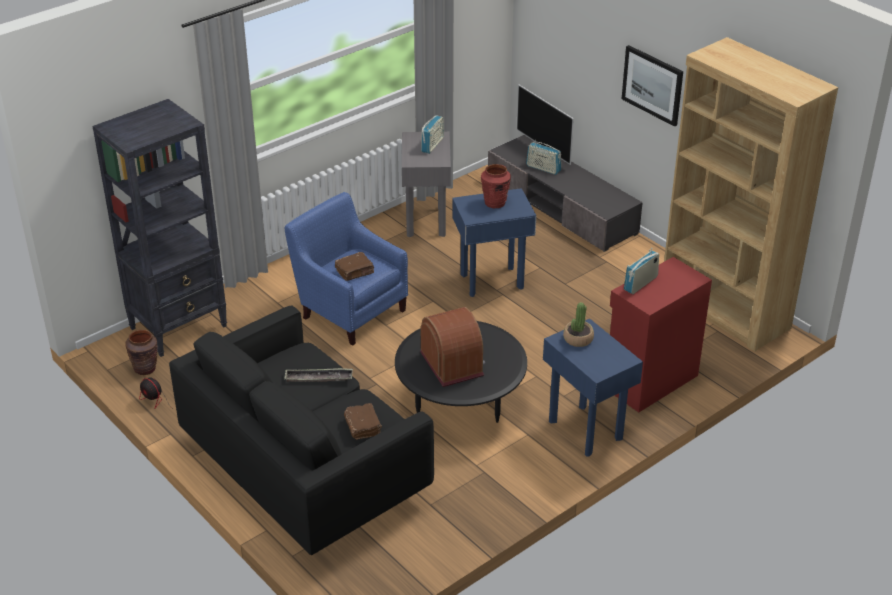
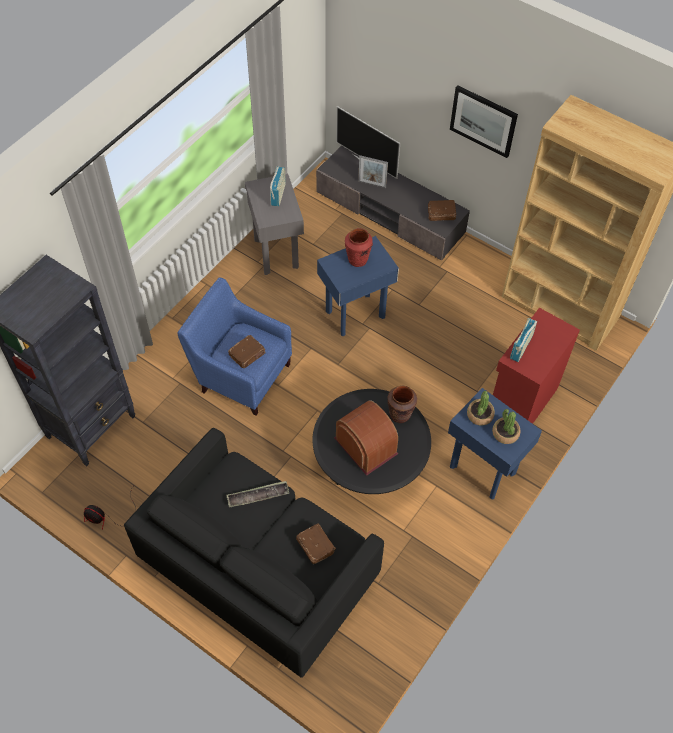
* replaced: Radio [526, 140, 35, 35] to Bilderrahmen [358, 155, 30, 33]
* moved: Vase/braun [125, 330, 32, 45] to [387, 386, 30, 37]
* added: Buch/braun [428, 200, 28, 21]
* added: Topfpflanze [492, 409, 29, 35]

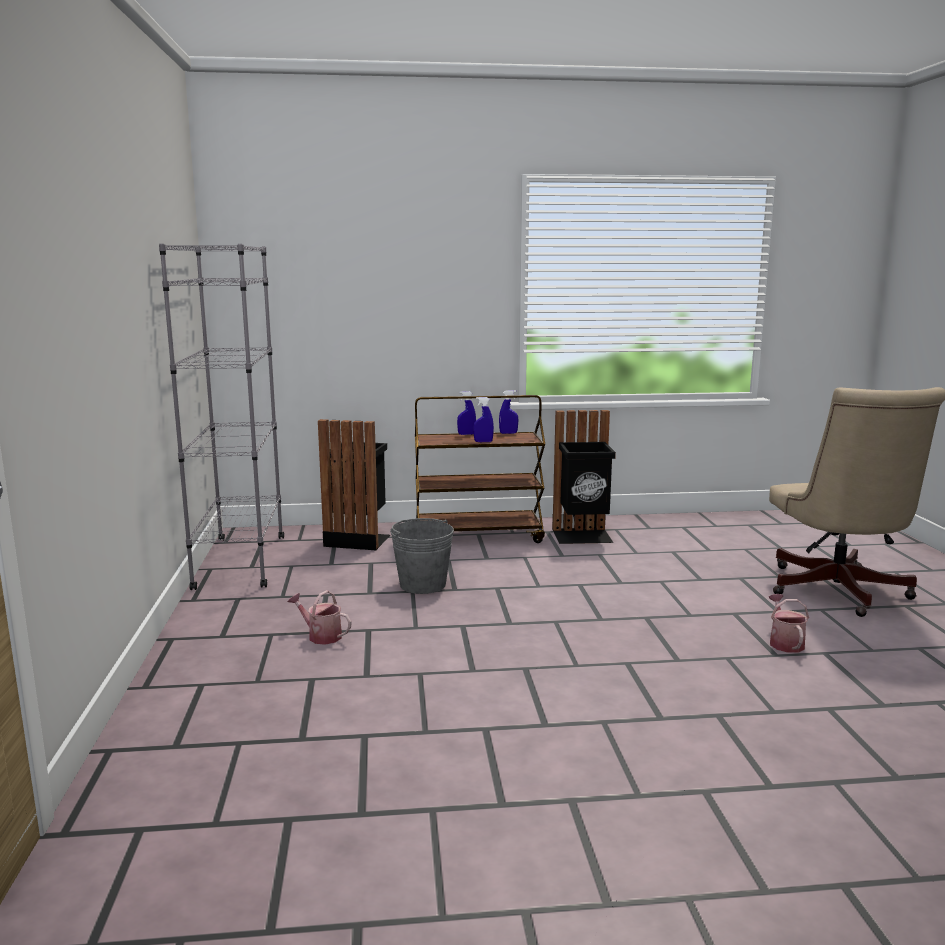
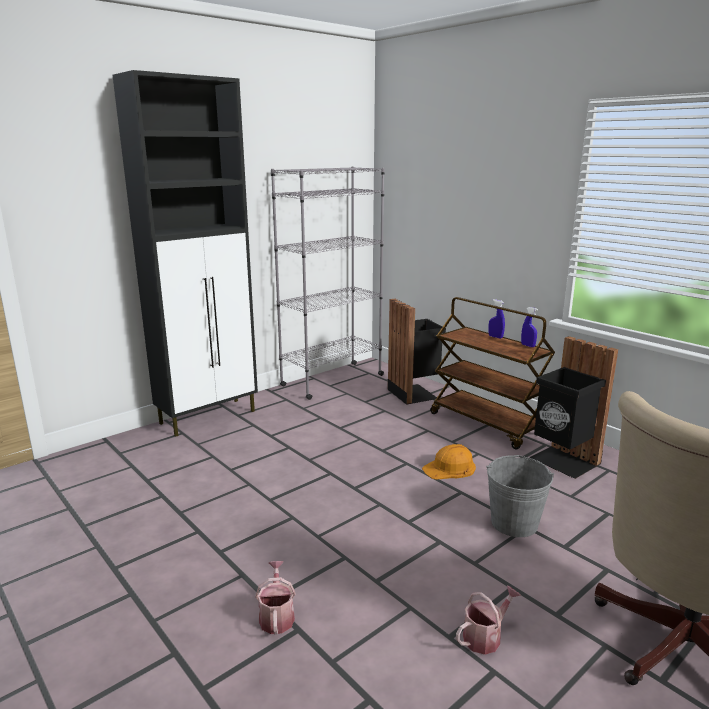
* removed: Sprühflasche/blau [473, 397, 21, 45]
* moved: Eimer/grau [390, 518, 64, 76] to [486, 455, 68, 82]
* moved: Gießkanne [288, 590, 63, 55] to [255, 561, 41, 74]
* added: Schrank/schwarz [112, 70, 146, 367]
* added: Schutzhelm/orange [422, 444, 54, 36]

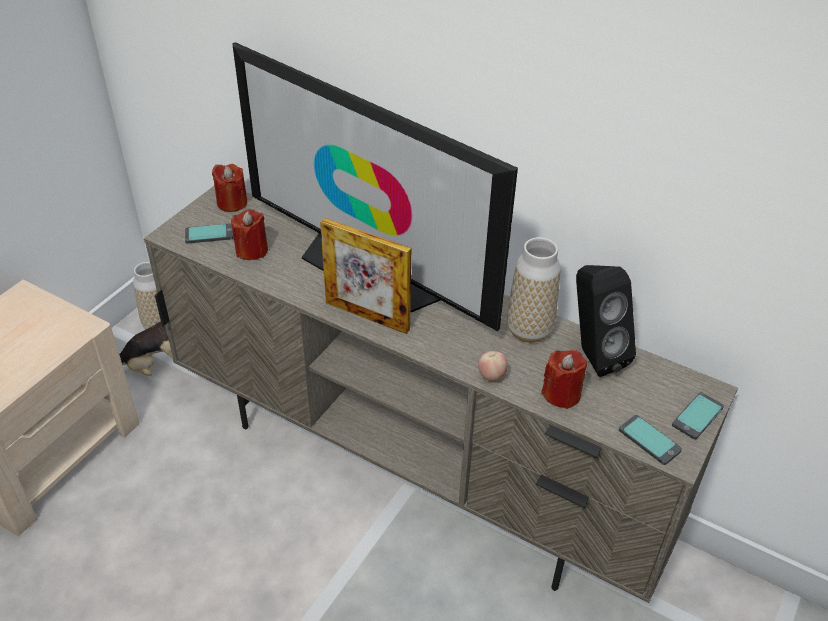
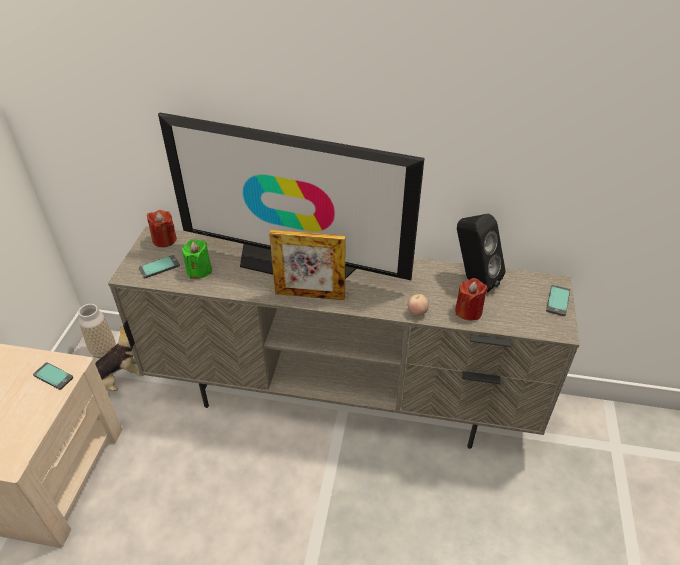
* recoloured: Kerze/rot [231, 209, 37, 51] to Kerze/grün [182, 239, 30, 40]
* removed: Vase [507, 237, 54, 106]
* moved: Handy [619, 415, 63, 50] to [33, 362, 40, 28]

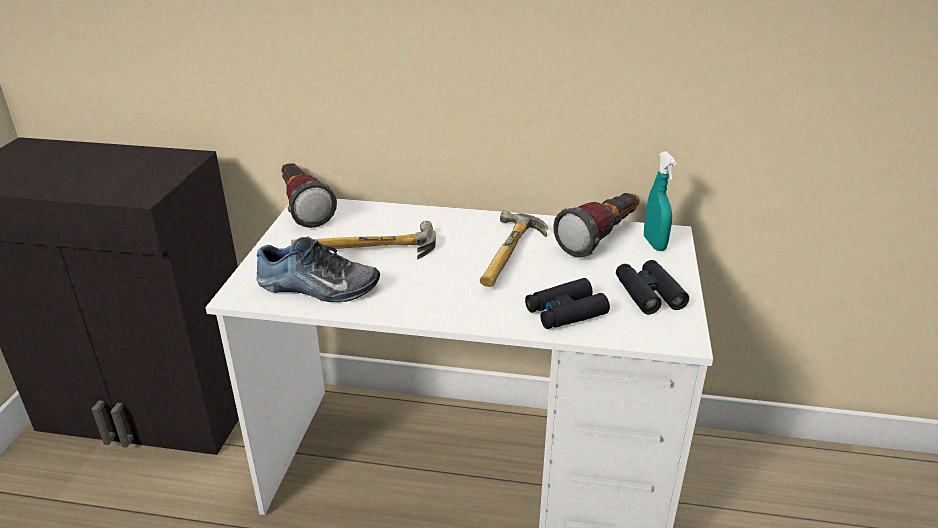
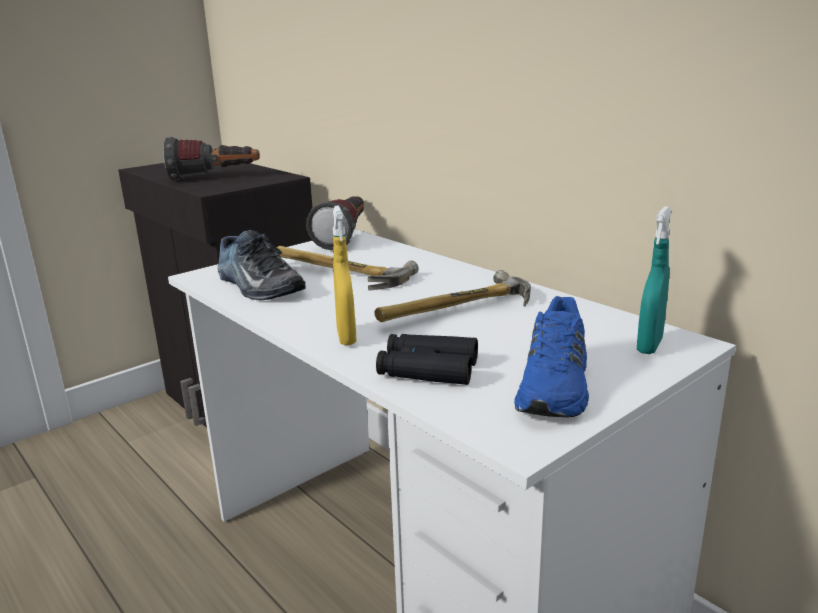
* moved: Taschenlampe [553, 193, 86, 65] to [163, 137, 97, 43]
* replaced: Fernglas/schwarz [616, 260, 73, 55] to Schuh/blau [514, 296, 75, 122]
* added: Sprühflasche/gelb [333, 205, 24, 140]

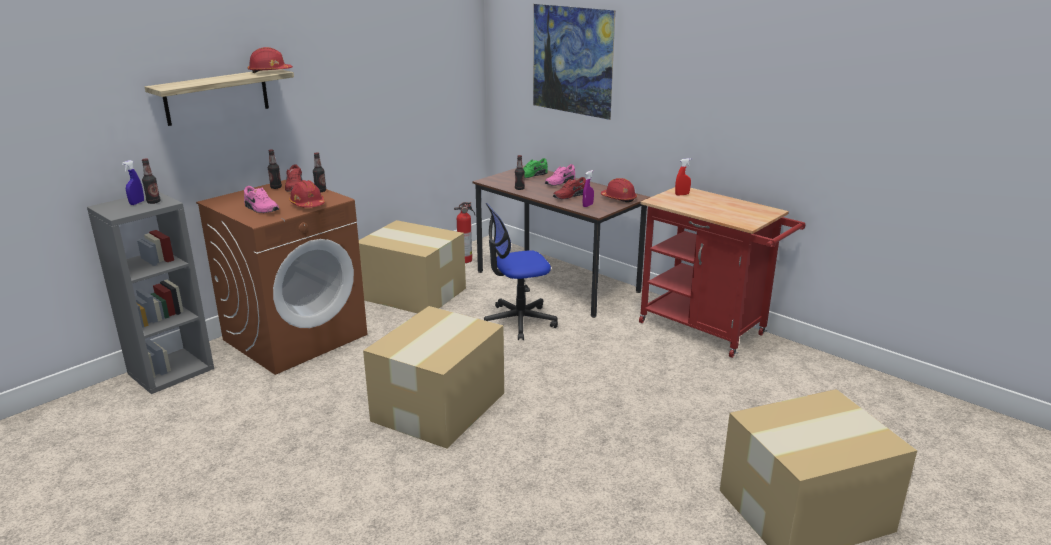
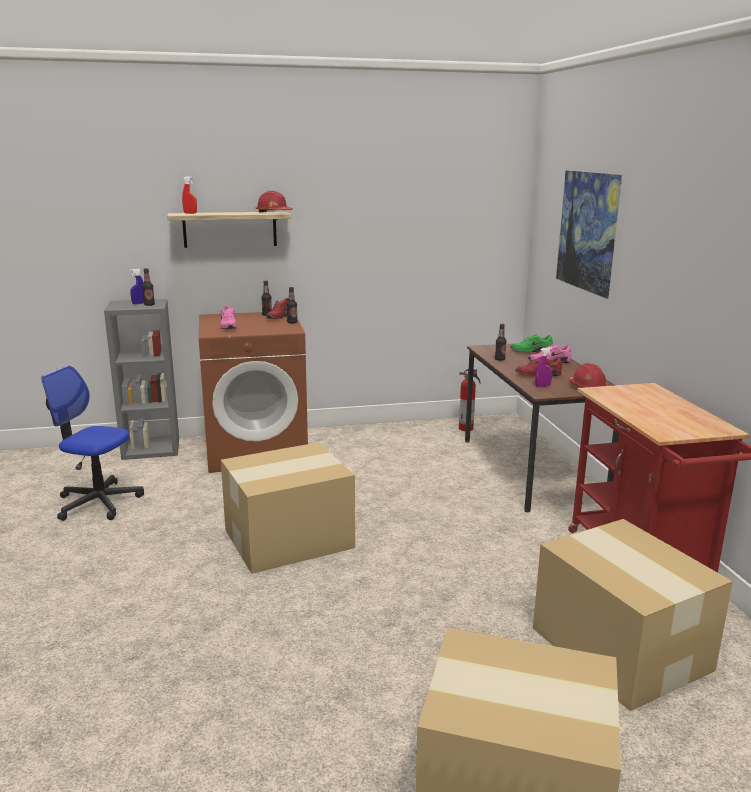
* moved: Sprühflasche/rot [675, 158, 16, 38] to [182, 176, 15, 38]
* removed: Schutzhelm/rot [289, 180, 36, 28]
* moved: Bürostuhl [484, 203, 74, 137] to [41, 366, 103, 155]
* moved: Karton [359, 220, 107, 93] to [533, 519, 200, 192]

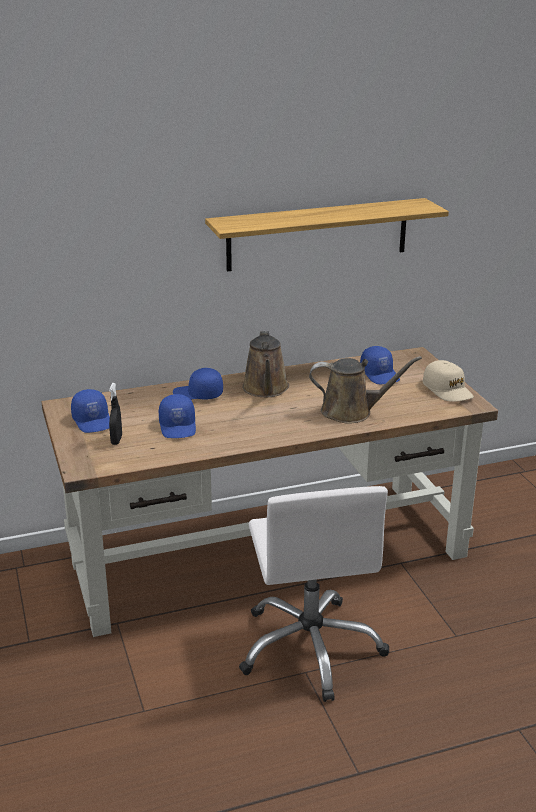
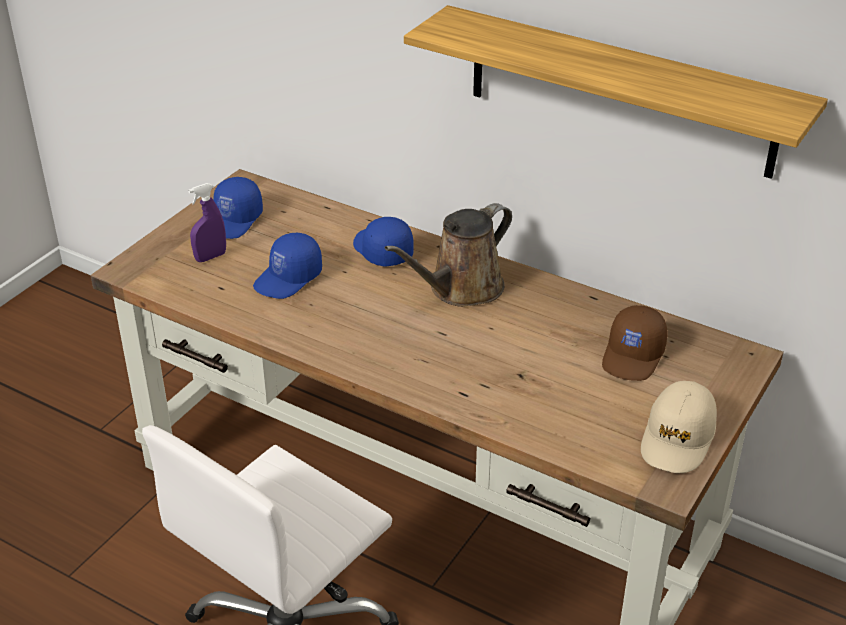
* recoloured: Kappe/blau [360, 346, 40, 38] to Kappe/braun [602, 305, 65, 76]
* removed: Gießkanne/braun [309, 356, 113, 67]
* recoloured: Sprühflasche/schwarz [109, 383, 13, 62] to Sprühflasche/lila [188, 183, 38, 79]

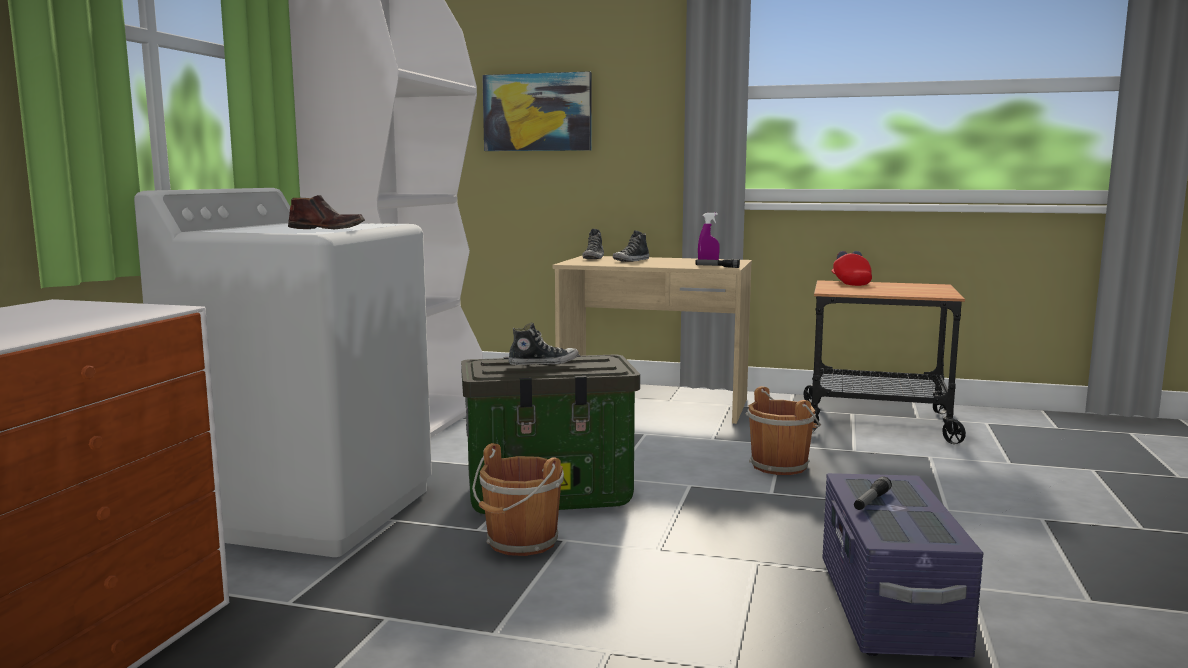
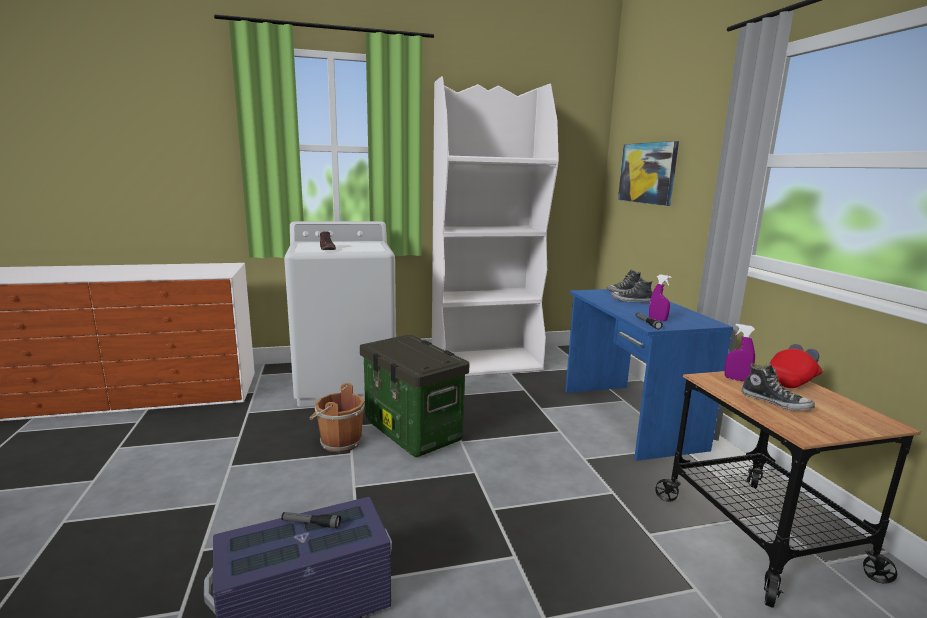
* recoloured: Schreibtisch/beige [553, 256, 199, 168] to Schreibtisch/blau [565, 289, 168, 172]
* moved: Schuh [508, 323, 71, 42] to [742, 363, 73, 47]
* removed: Eimer/braun [746, 386, 75, 89]
* added: Sprühflasche/lila [725, 324, 30, 58]

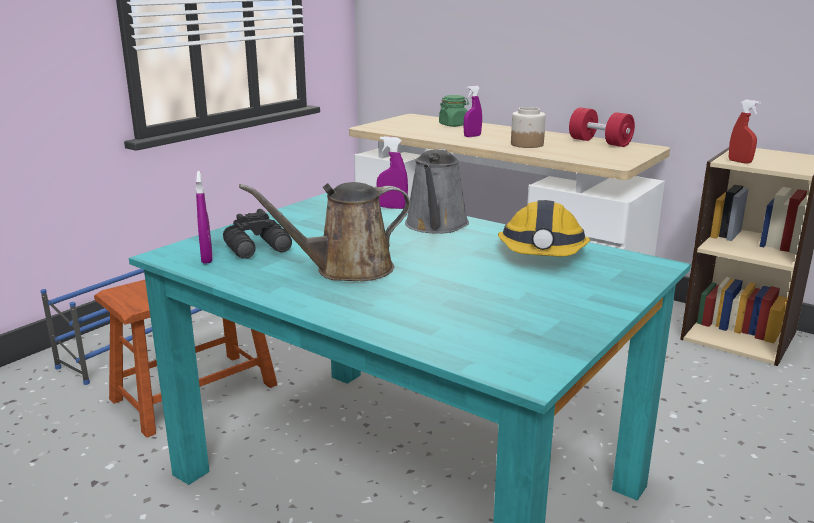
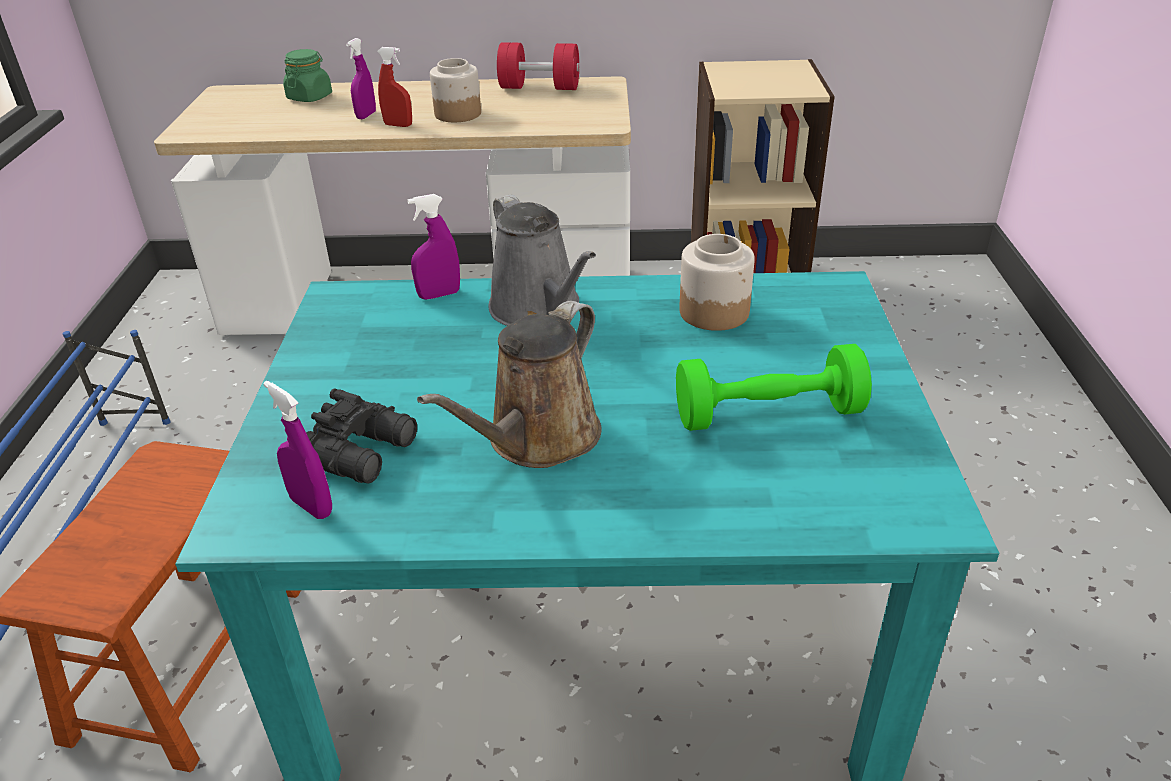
* moved: Sprühflasche/rot [729, 100, 32, 63] to [377, 47, 35, 80]
* replaced: Schutzhelm [498, 200, 92, 57] to Vorratsglas [679, 234, 76, 97]
* added: Hantel/grün [676, 344, 196, 87]

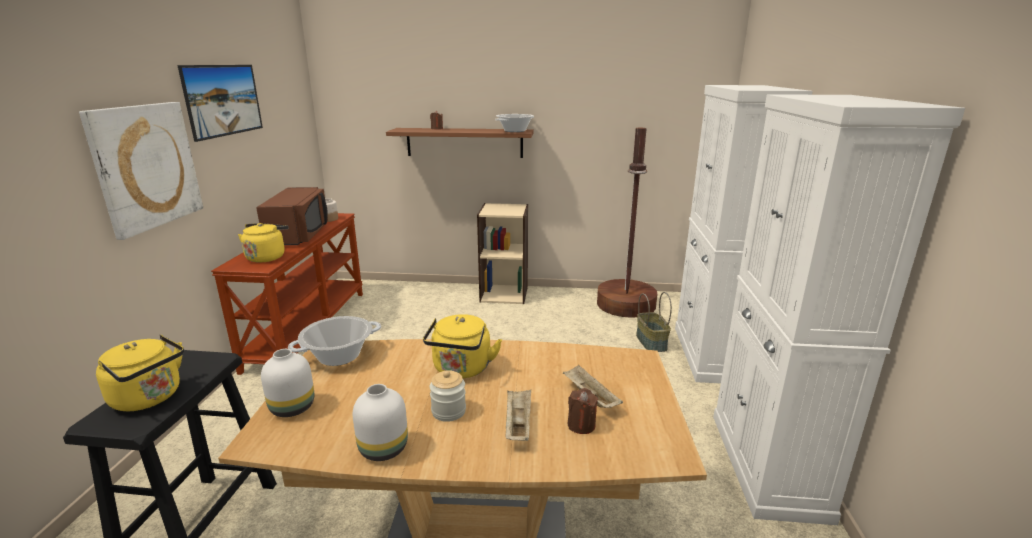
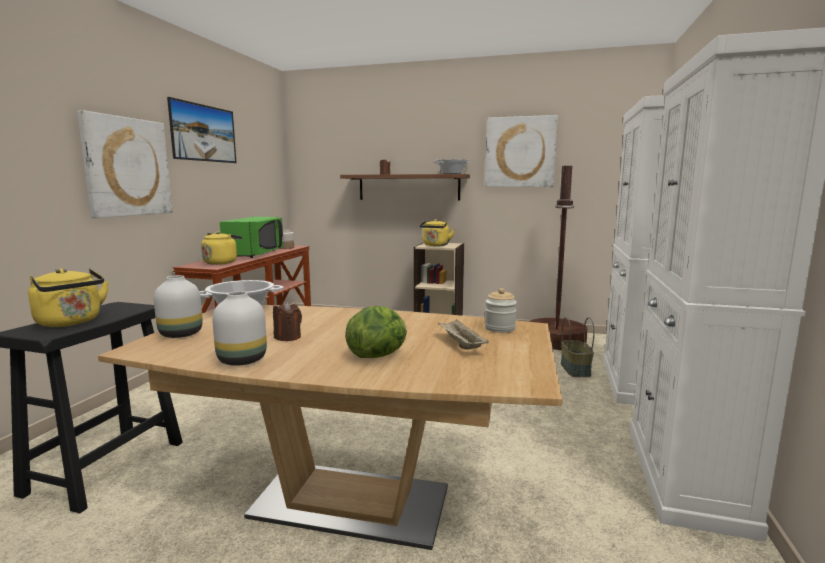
* recoloured: Mikrowelle/braun [256, 187, 72, 58] to Mikrowelle/grün [220, 217, 64, 41]
* moved: Wasserkessel/gelb [423, 314, 79, 64] to [420, 219, 35, 27]
* moved: Vorratsglas [430, 370, 36, 52] to [485, 288, 32, 45]
* moved: Kerze/braun [567, 388, 31, 46] to [273, 301, 29, 40]
* replaced: Tablett/beige [505, 390, 26, 51] to Salatkopf [345, 306, 62, 52]
* added: Bild [485, 115, 73, 72]

